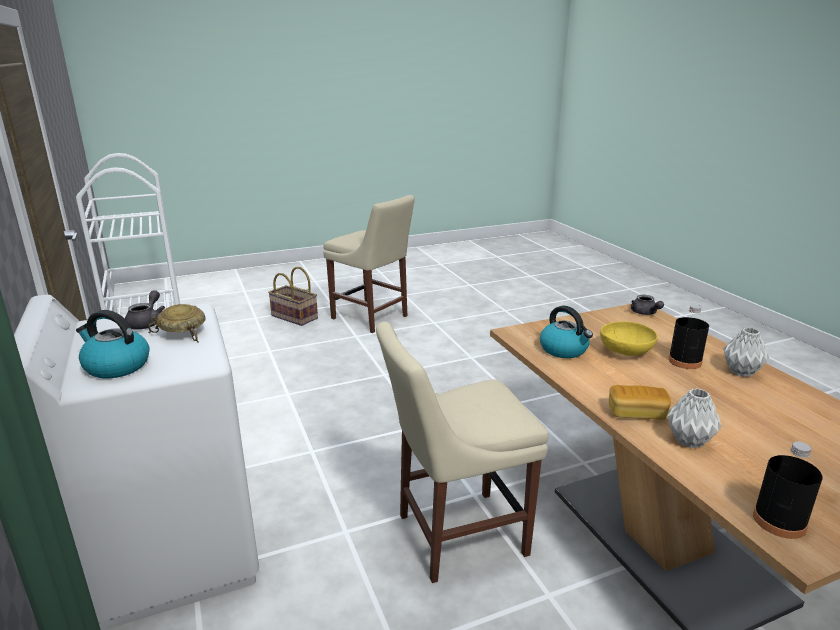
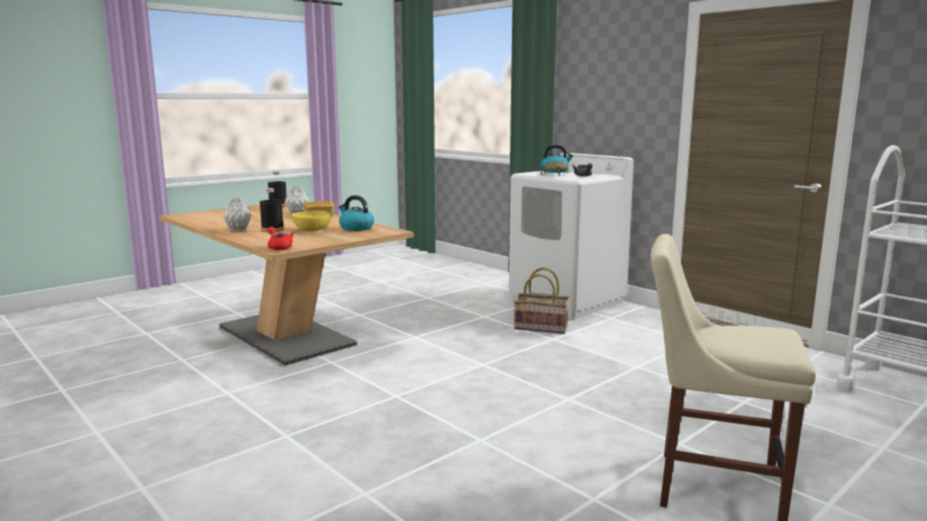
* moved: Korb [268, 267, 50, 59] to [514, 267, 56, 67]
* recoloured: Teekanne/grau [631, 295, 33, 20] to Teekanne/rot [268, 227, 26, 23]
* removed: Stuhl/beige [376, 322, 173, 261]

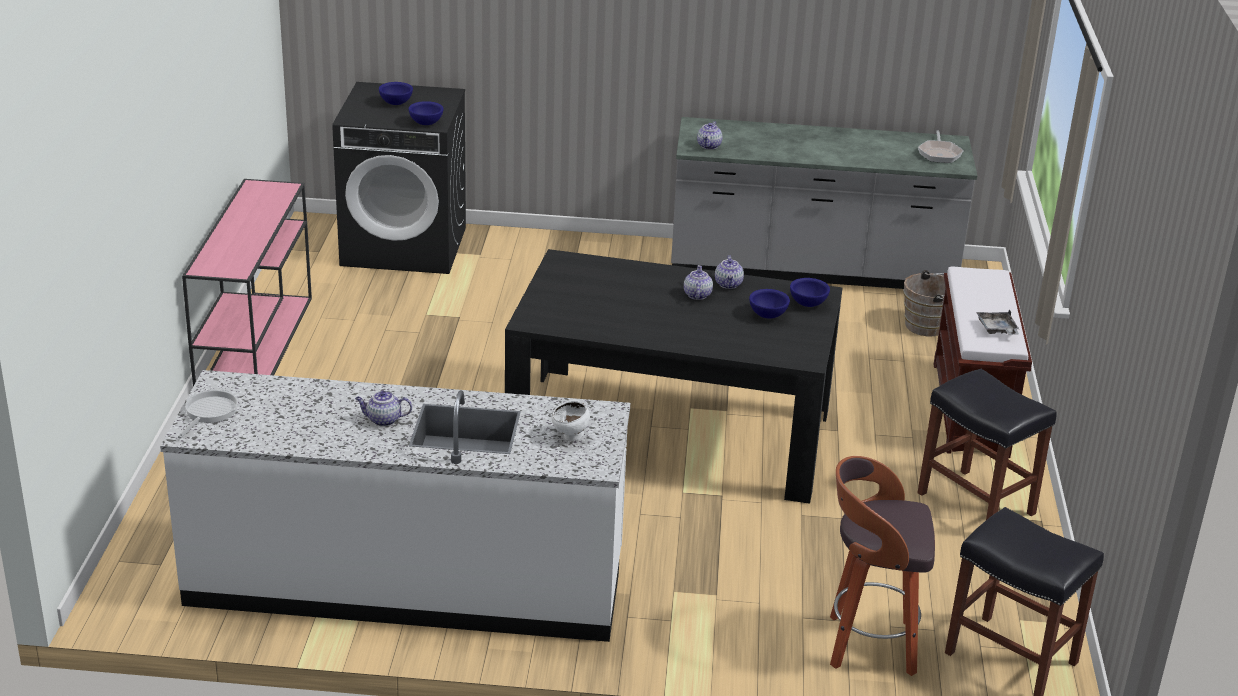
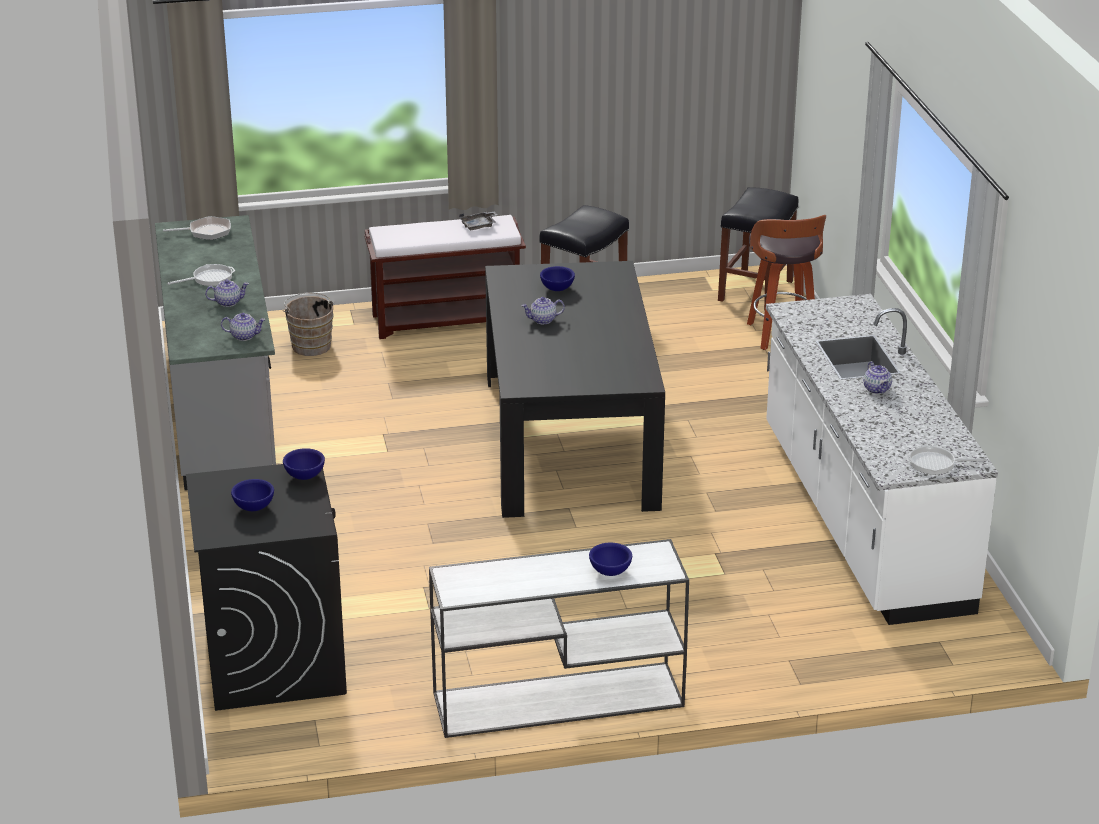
* recoloured: Konsolentisch/rosa [182, 179, 130, 207] to Konsolentisch/weiß [429, 539, 260, 199]
* moved: Teekanne [715, 255, 29, 34] to [205, 279, 44, 28]
* moved: Schüssel/blau [790, 278, 40, 29] to [589, 543, 43, 33]
* removed: Schüssel/weiß [552, 401, 38, 40]
* added: Pfanne [167, 264, 68, 22]

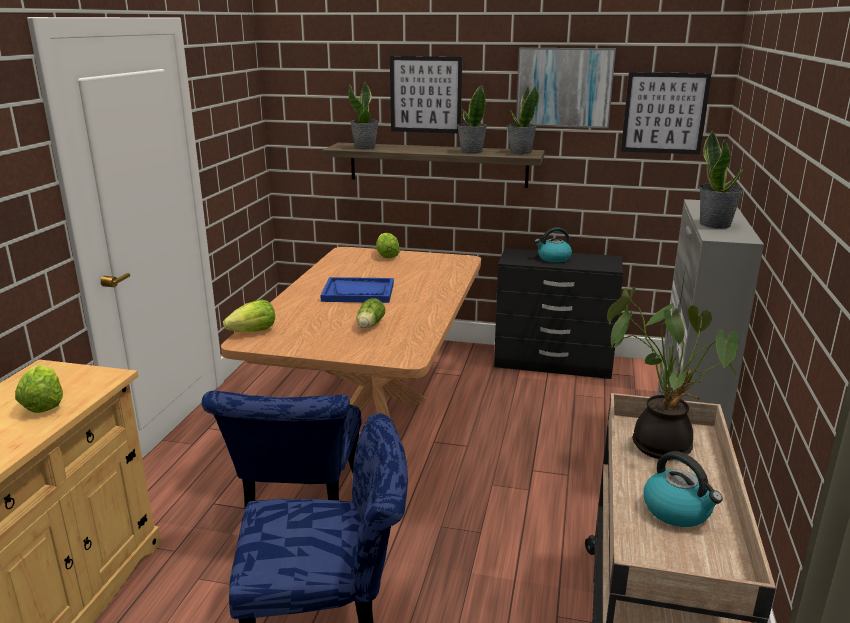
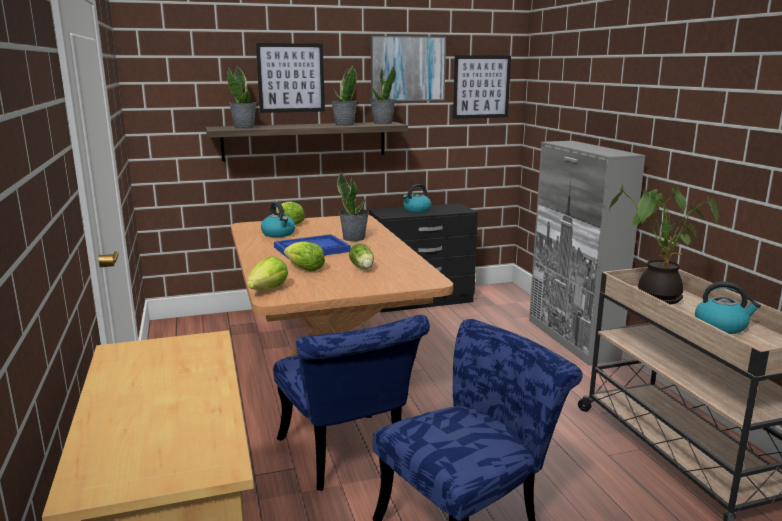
* moved: Topfpflanze [699, 131, 45, 98] to [337, 172, 32, 69]
* moved: Salatkopf [15, 365, 48, 48] to [284, 241, 41, 30]
* added: Wasserkessel [261, 202, 34, 35]

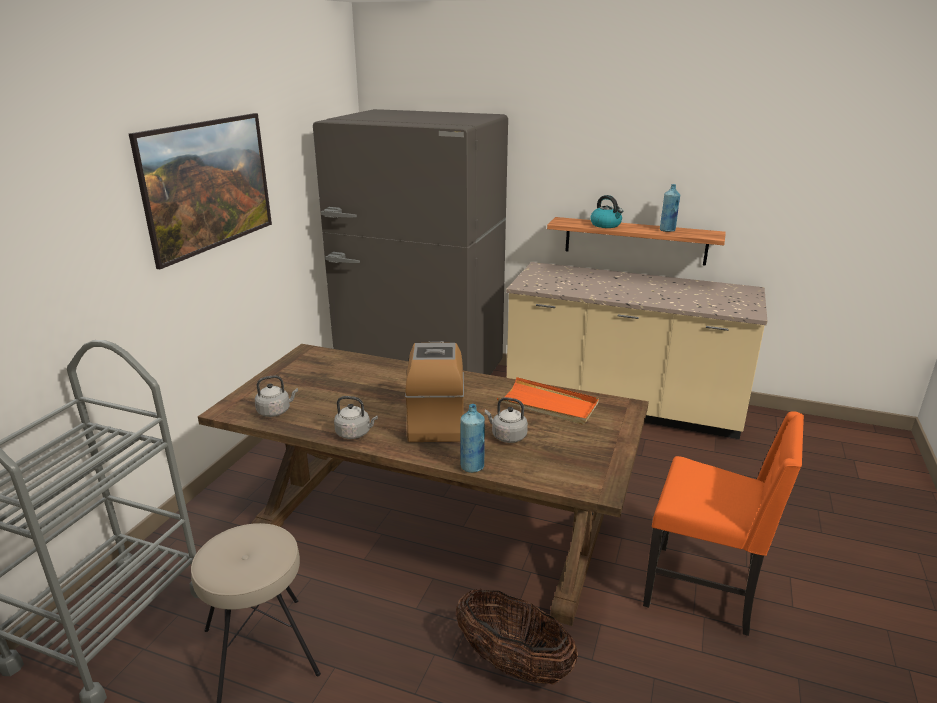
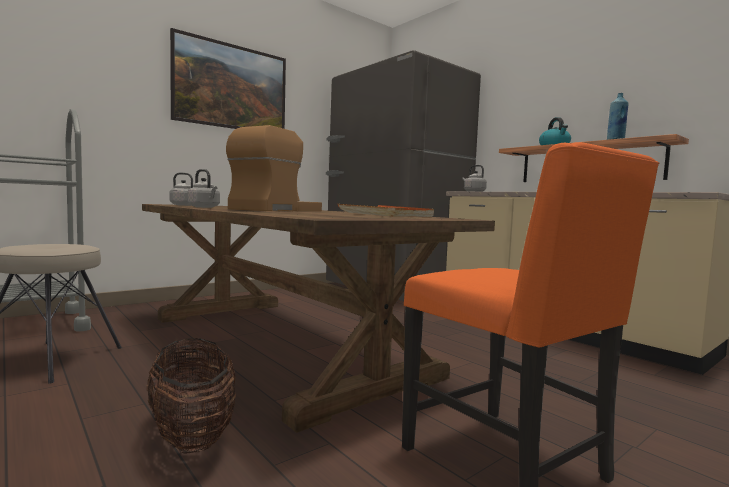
* moved: Wasserkessel/grau [485, 397, 43, 46] to [462, 165, 25, 27]
* removed: Flasche/blau [460, 404, 25, 69]

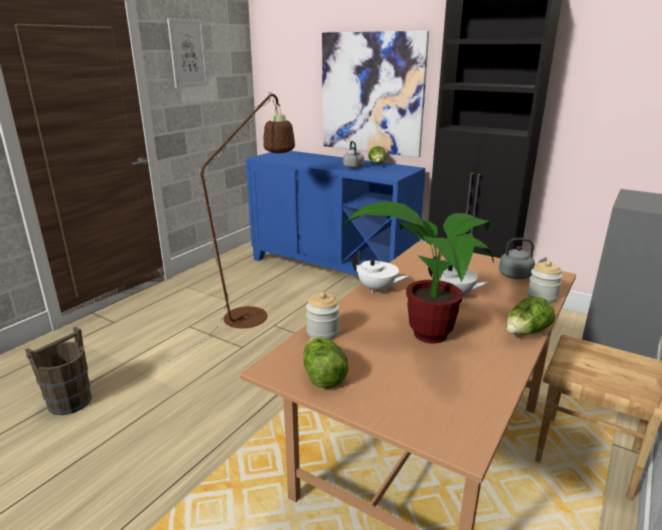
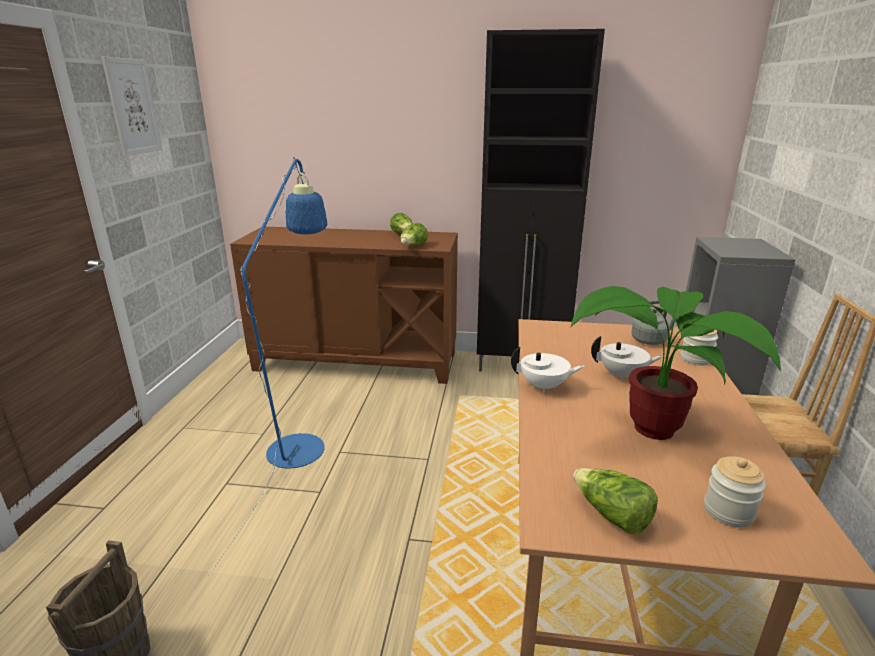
* removed: Bild [322, 31, 107, 126]
* recoloured: Stehlampe/braun [143, 92, 152, 284] to Stehlampe/blau [208, 156, 119, 420]
* removed: Wasserkessel/grau [343, 141, 21, 28]
* recoloured: Schrank/blau [246, 151, 179, 125] to Schrank/braun [230, 227, 228, 157]
* moved: Vorratsglas [306, 292, 34, 48] to [704, 456, 62, 72]
* moved: Salatkopf [506, 296, 49, 39] to [400, 223, 28, 23]

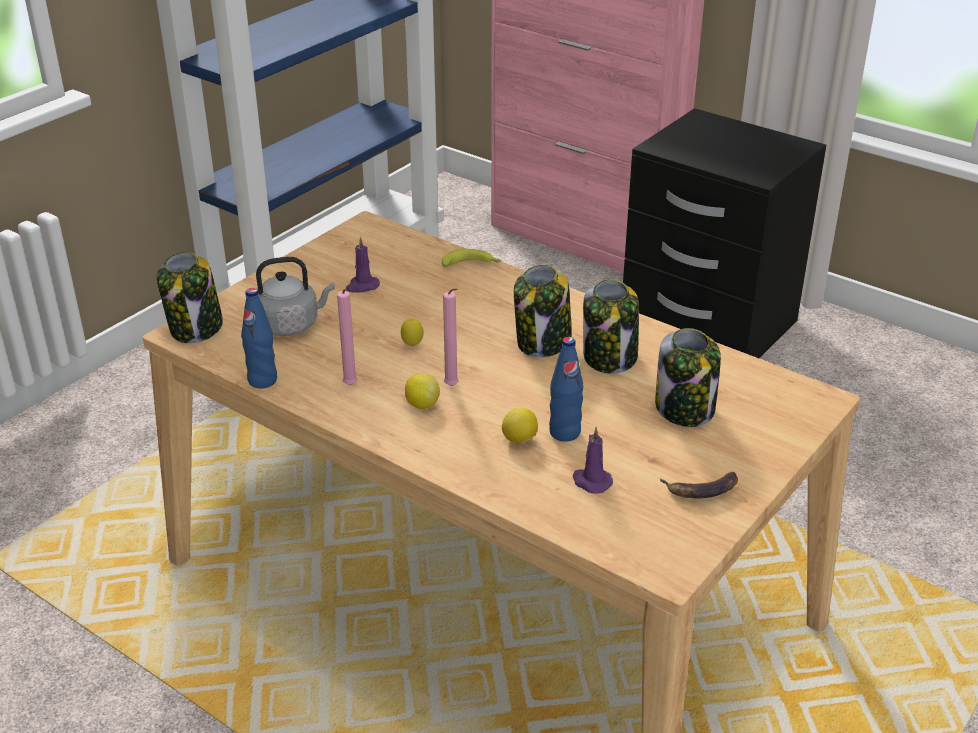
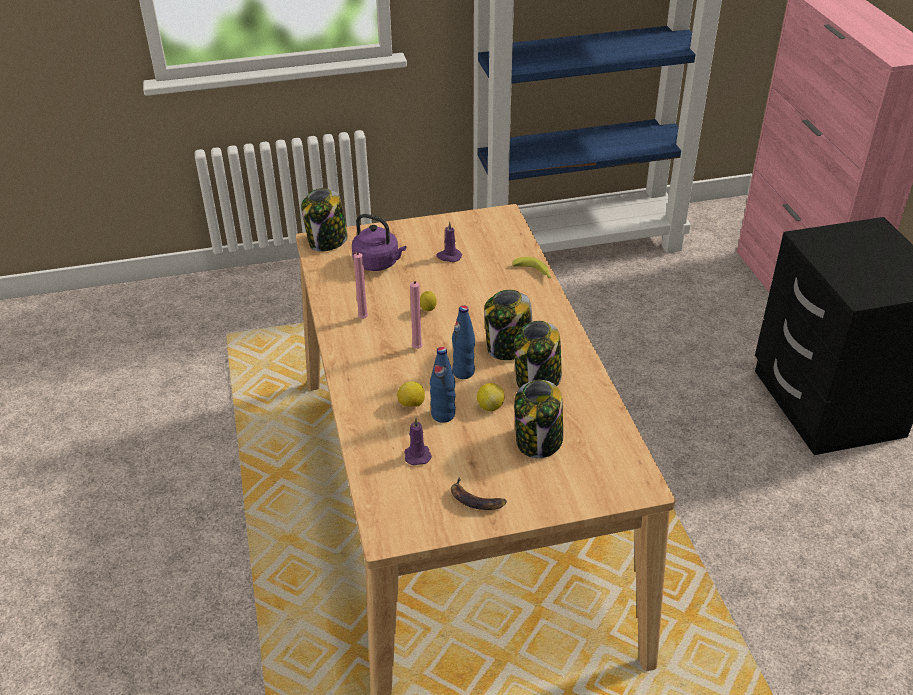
* recoloured: Wasserkessel/grau [256, 257, 79, 79] to Wasserkessel/lila [352, 214, 54, 57]
* moved: Flasche/blau [241, 288, 36, 100] to [452, 305, 23, 74]
* moved: Zitrone [405, 373, 35, 36] to [477, 383, 27, 28]

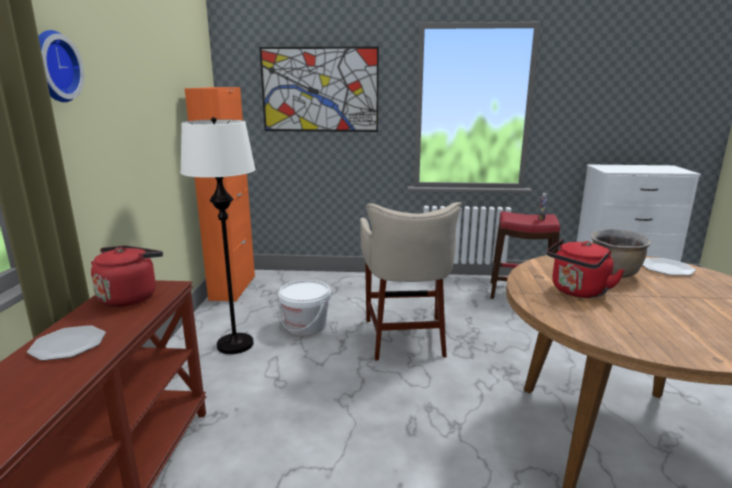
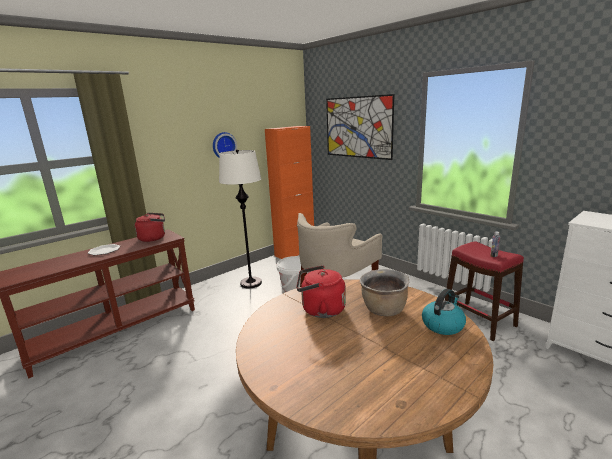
* moved: Wanduhr [38, 30, 46, 72] to [213, 132, 24, 26]
* replaced: Teller [642, 258, 54, 18] to Wasserkessel [422, 289, 44, 46]

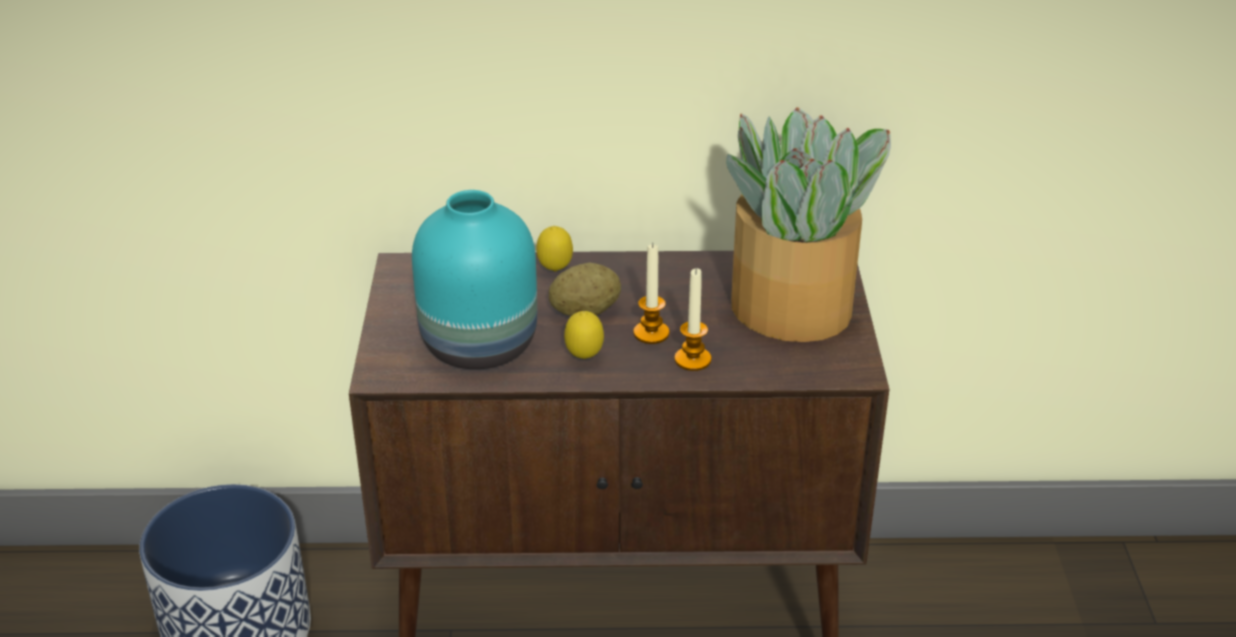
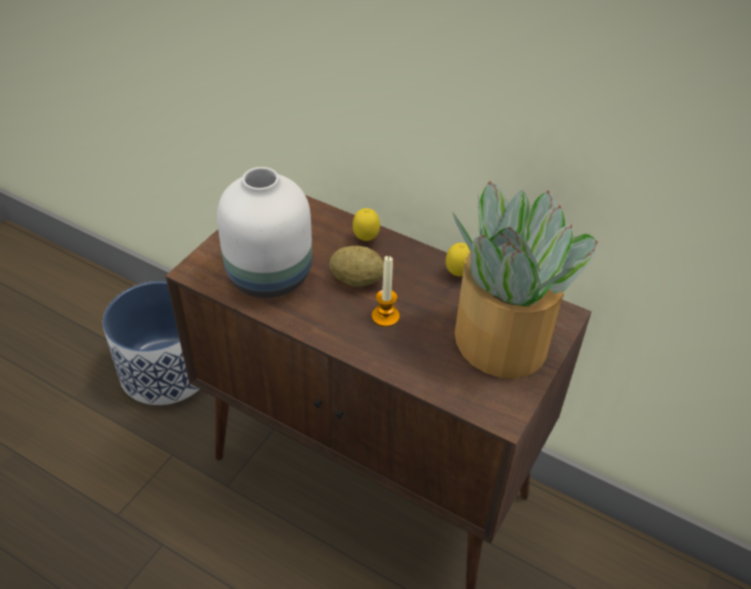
* recoloured: Vase/türkis [412, 190, 125, 179] to Vase/weiß [217, 167, 95, 131]
* removed: Kerze [675, 268, 37, 103]
* moved: Zitrone [564, 311, 40, 48] to [446, 243, 24, 33]

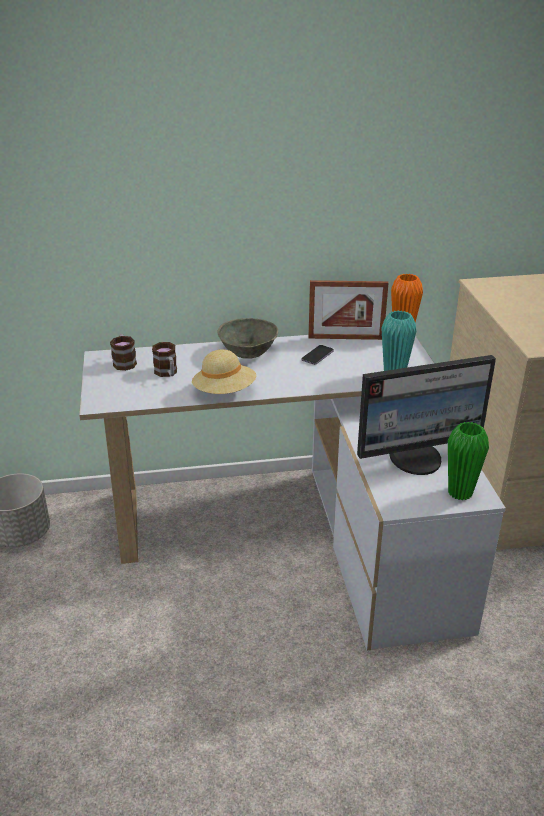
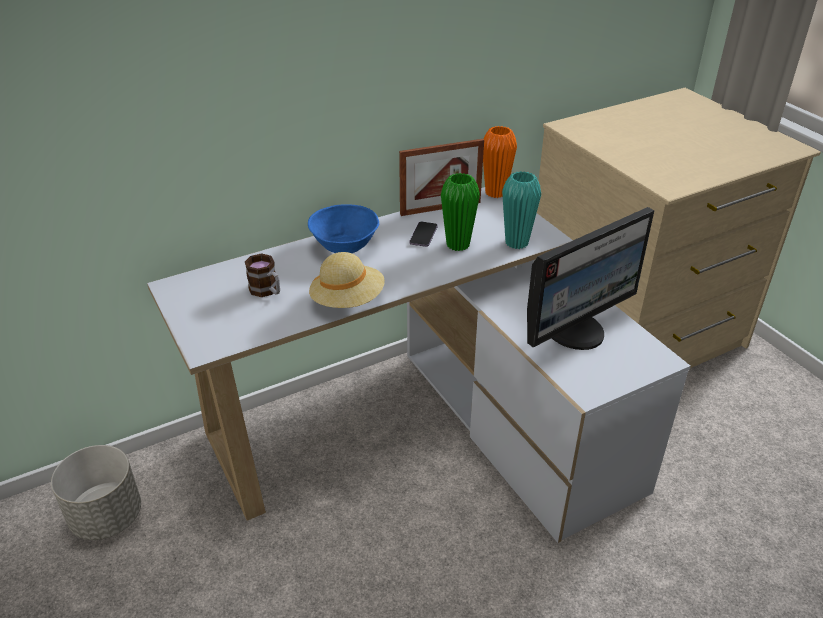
* recoloured: Schüssel/grau [217, 318, 61, 41] to Schüssel/blau [308, 204, 72, 49]
* removed: Henkelbecher [110, 334, 27, 37]
* moved: Vase/grün [448, 422, 41, 79] to [441, 173, 39, 78]

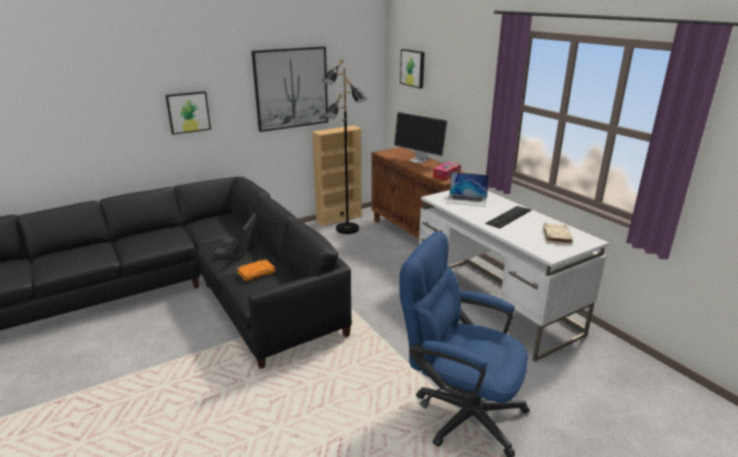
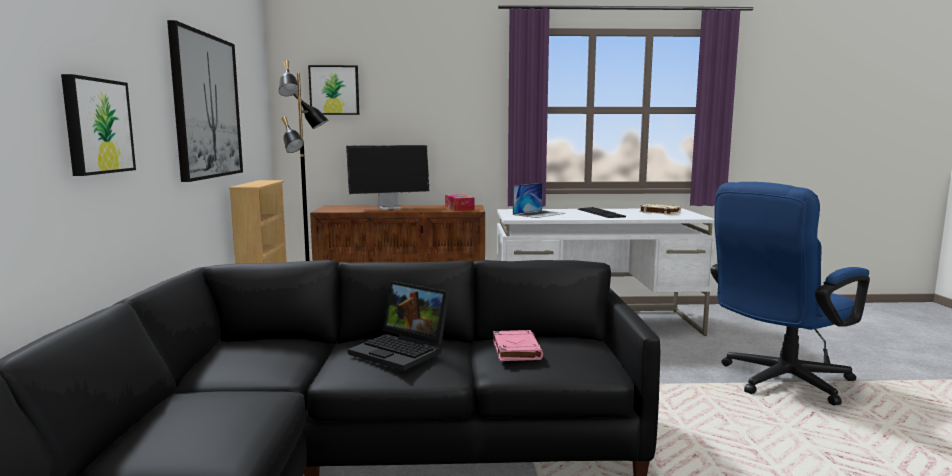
* recoloured: Buch/orange [237, 259, 39, 22] to Buch/rosa [493, 330, 50, 31]

